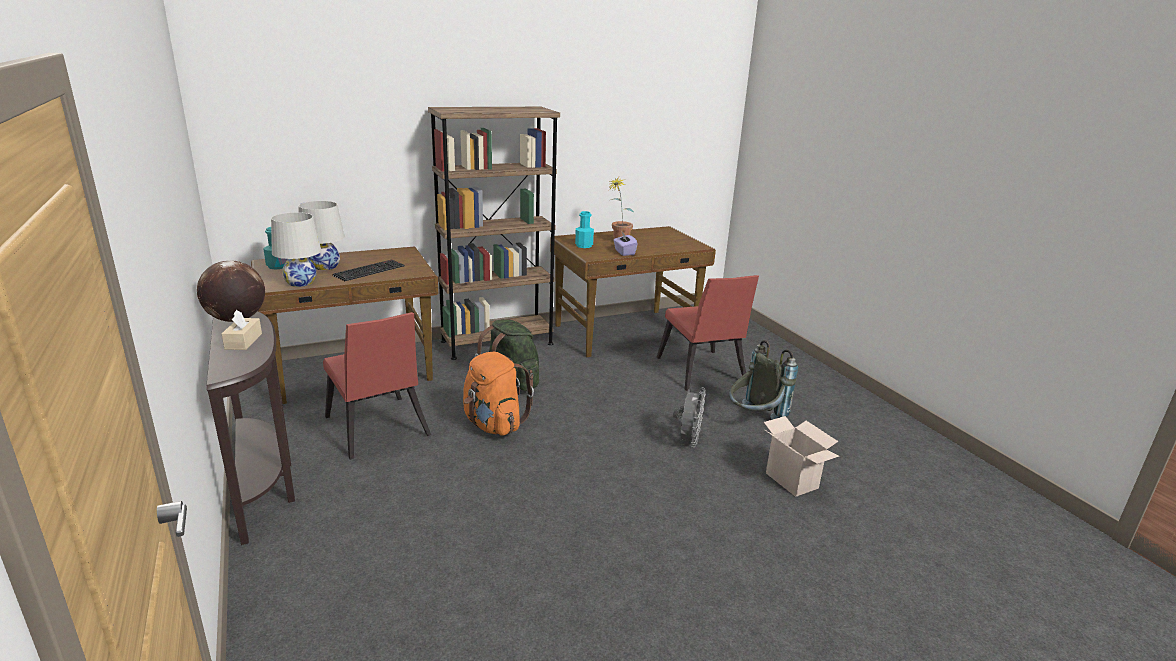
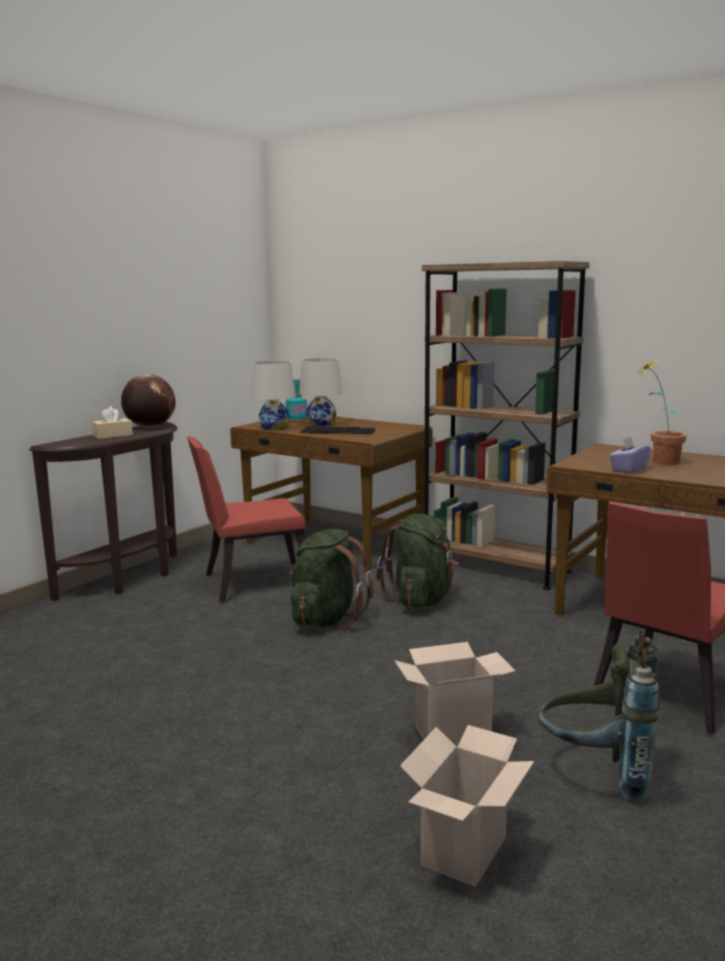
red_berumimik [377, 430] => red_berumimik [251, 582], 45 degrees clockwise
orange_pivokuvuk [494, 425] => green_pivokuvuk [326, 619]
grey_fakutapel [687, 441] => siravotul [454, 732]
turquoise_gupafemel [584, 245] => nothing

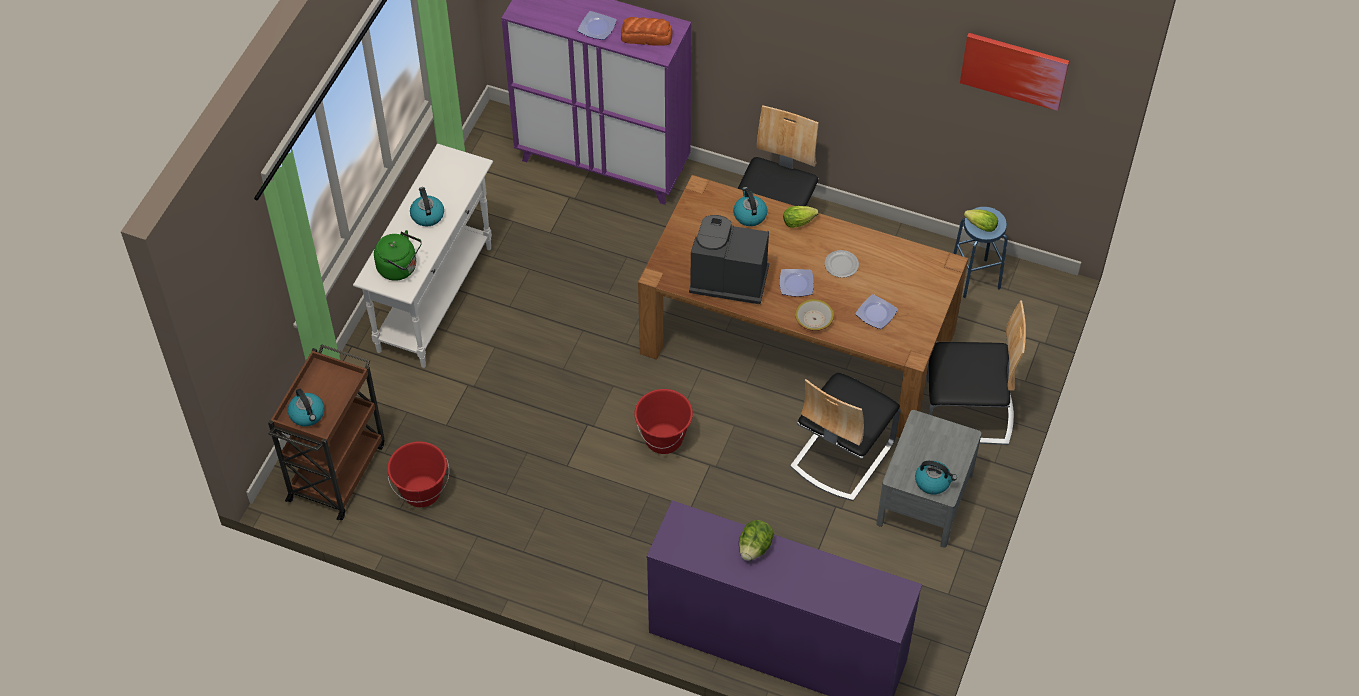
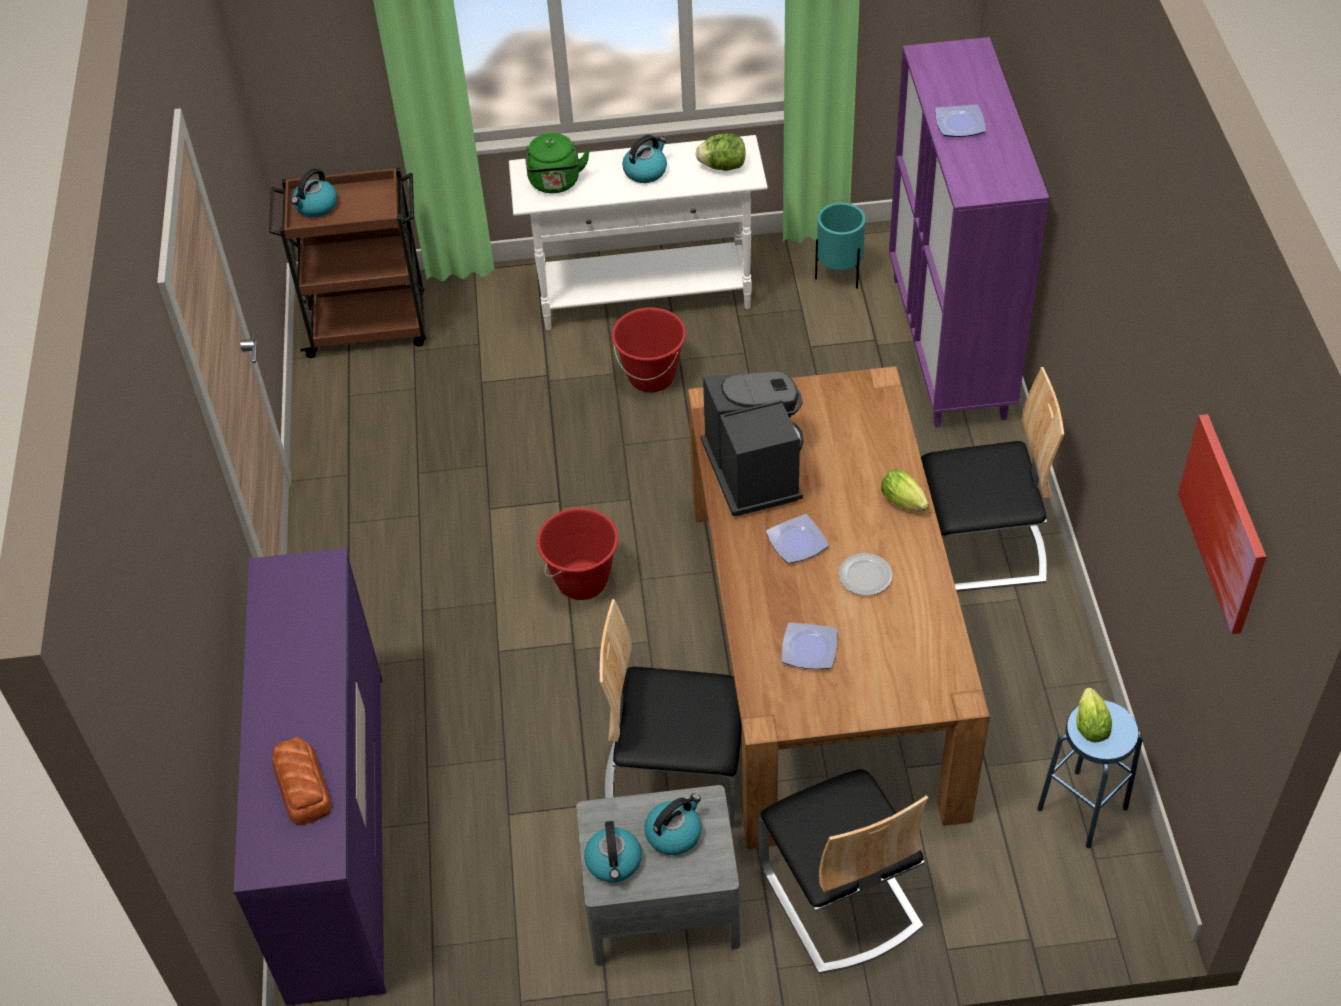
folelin [647, 36] => folelin [302, 787], shifted
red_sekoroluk [422, 492] => red_sekoroluk [652, 376], shifted
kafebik [749, 215] => kafebik [674, 833], shifted
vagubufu [754, 548] => vagubufu [723, 166], shifted
nothing => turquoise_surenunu [839, 276]
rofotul [814, 319] => nothing

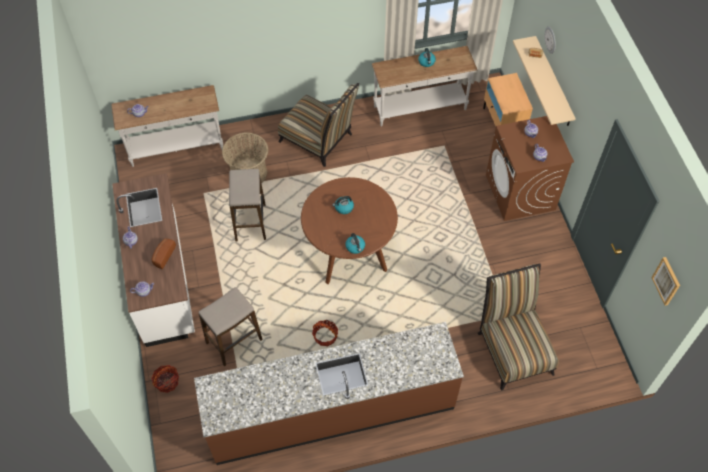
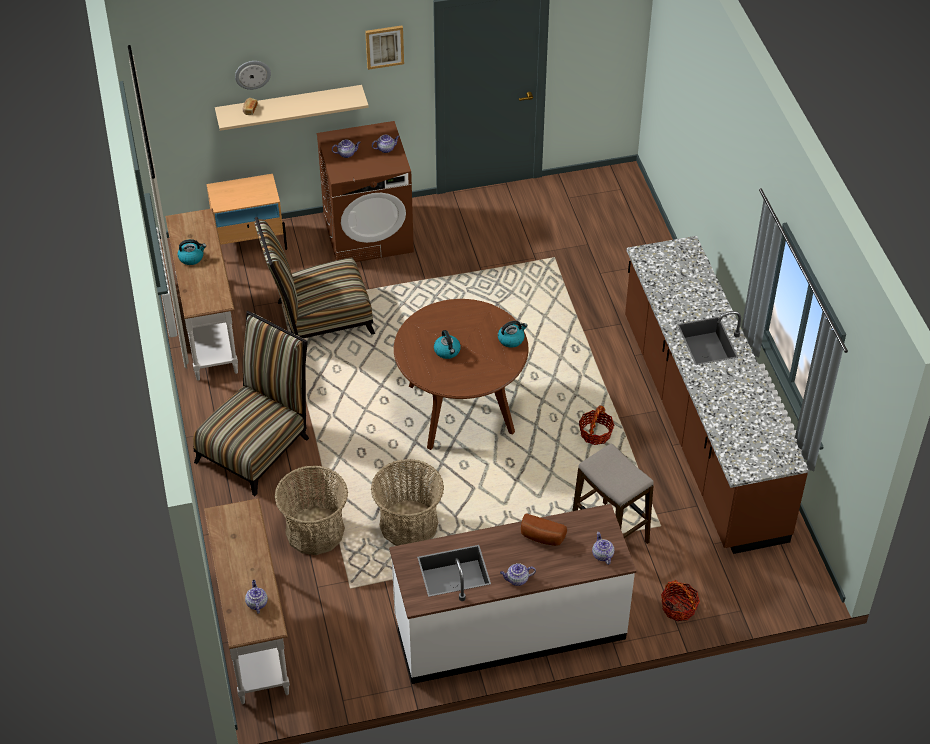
berumimik [513, 348] => berumimik [318, 319], shifted
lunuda [666, 281] => lunuda [384, 46], shifted
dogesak [250, 222] => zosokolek [408, 524]

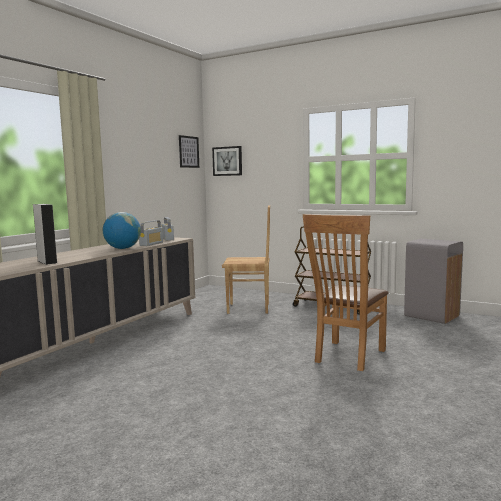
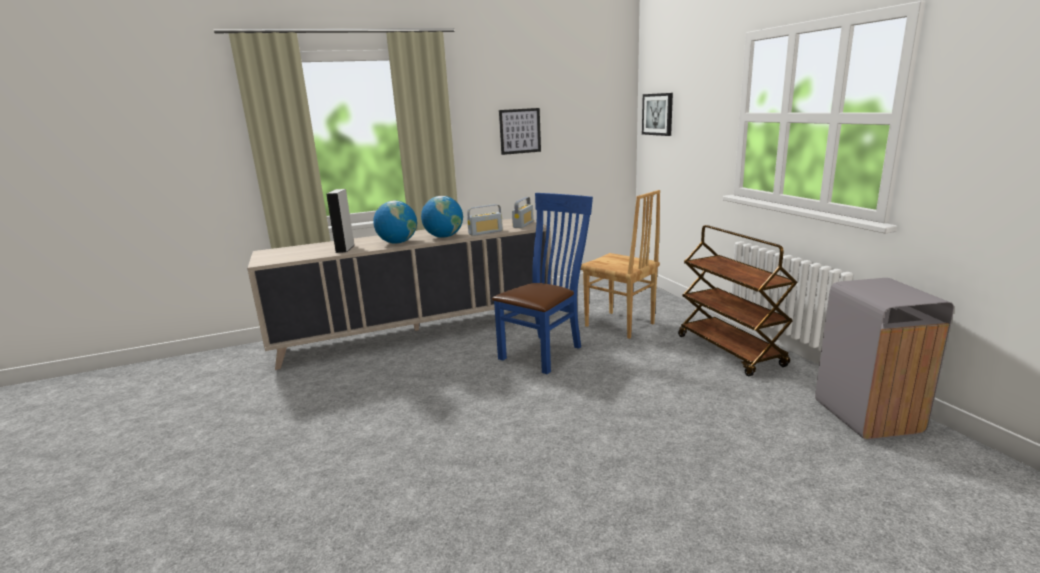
nothing => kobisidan [397, 242]
nothing => blue_berumimik [545, 351]
lunuda [188, 152] => lunuda [520, 131], shifted
brown_berumimik [347, 357] => nothing

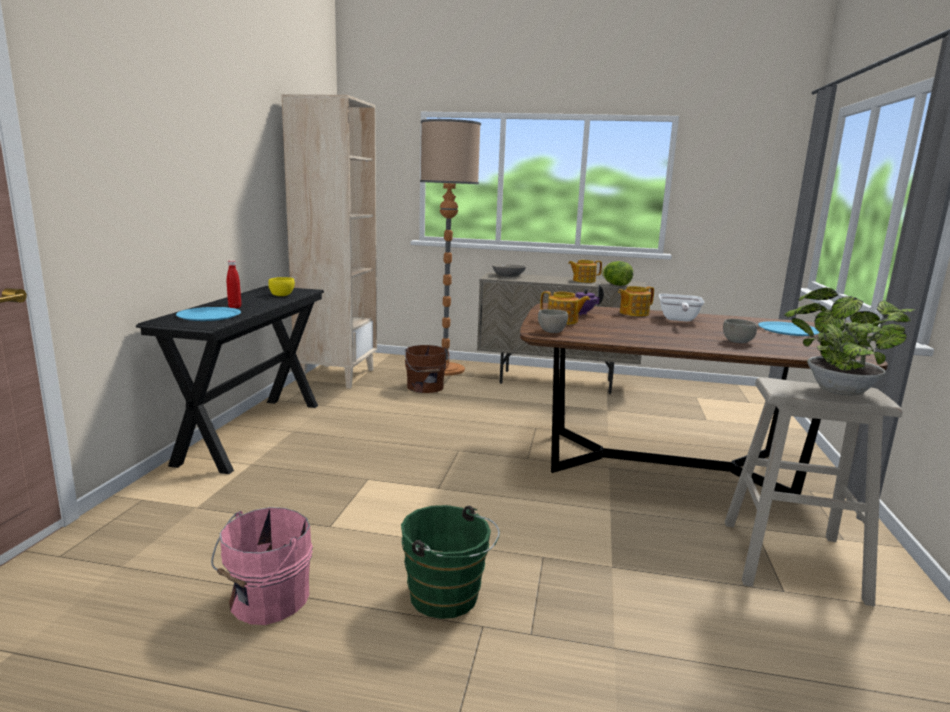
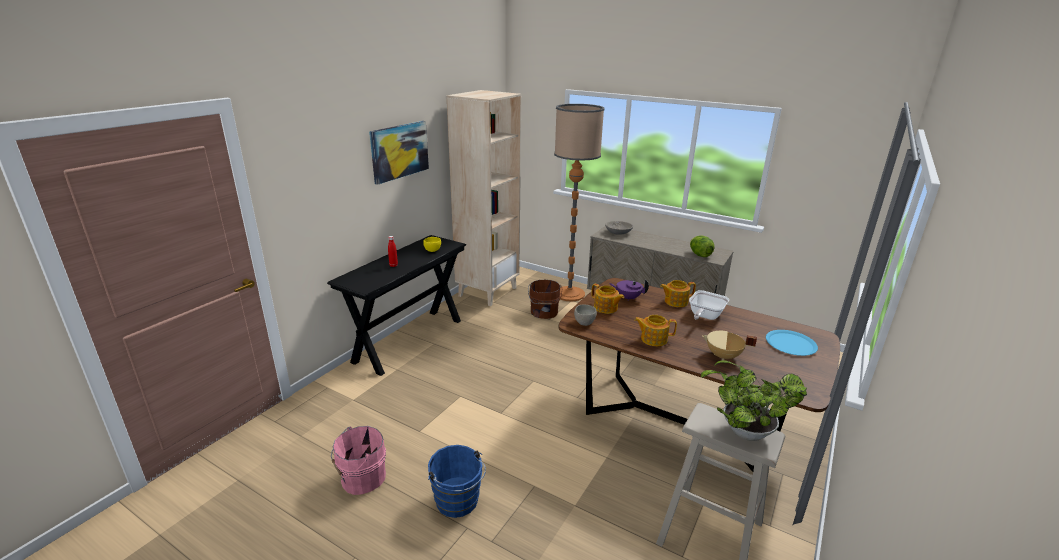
nothing => lunuda [399, 151]
green_sekoroluk [448, 599] => blue_sekoroluk [458, 503]
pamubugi [583, 281] => pamubugi [653, 339], shifted
grey_rofotul [738, 342] => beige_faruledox [723, 356]
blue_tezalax [209, 315] => nothing

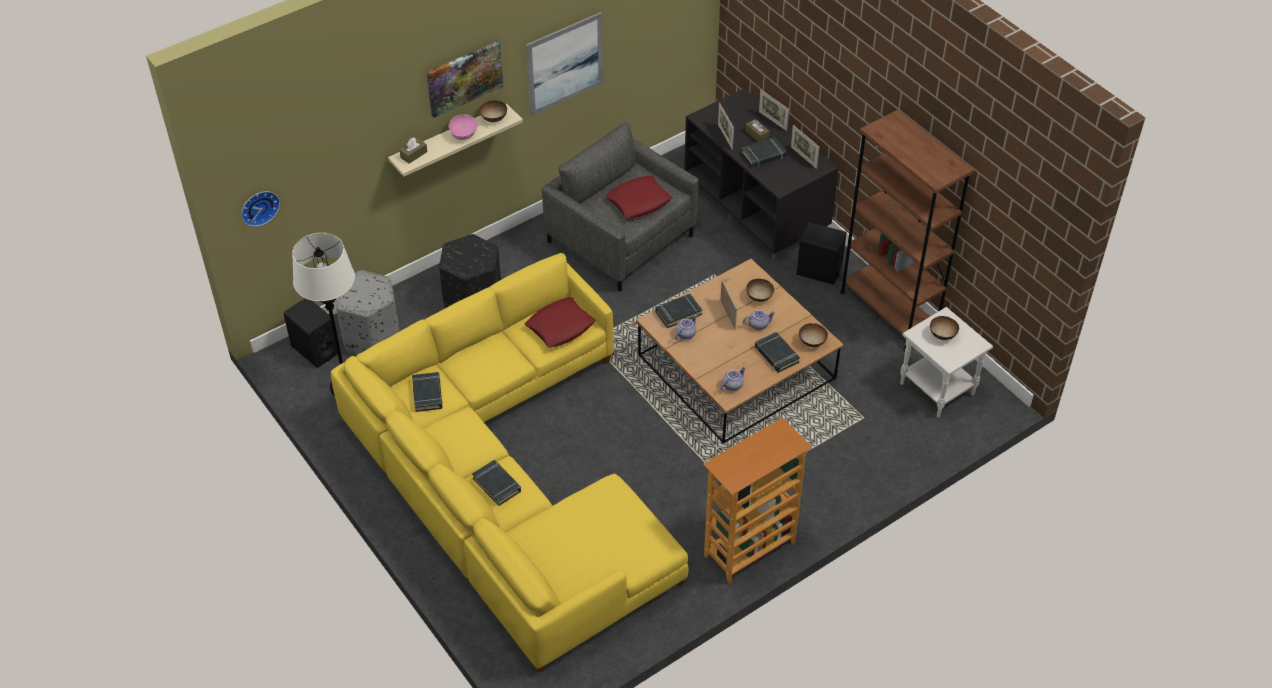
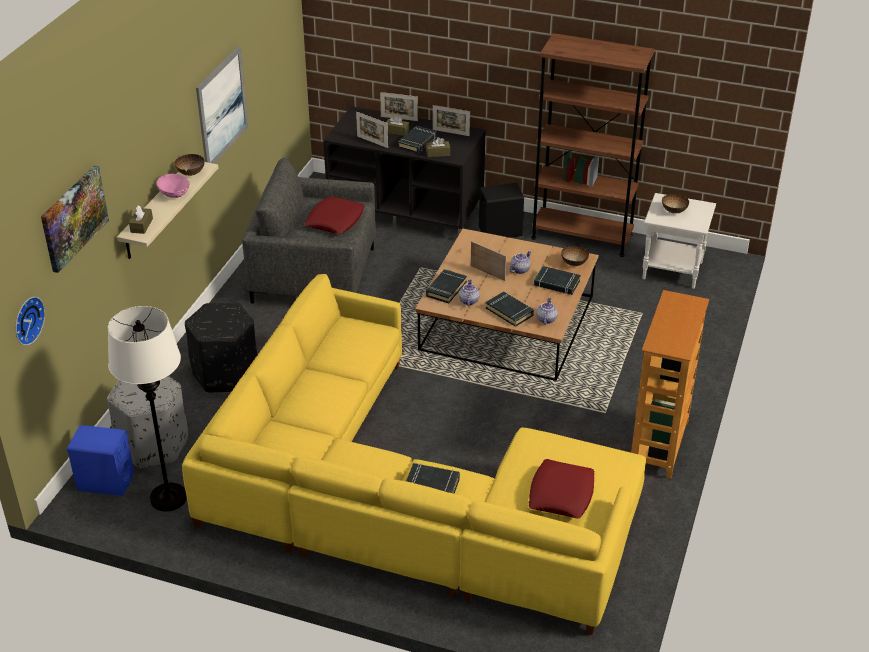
lunuda [464, 78] => lunuda [73, 218], shifted
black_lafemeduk [315, 349] => blue_lafemeduk [105, 482]
nothing => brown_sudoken [438, 153]
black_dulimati [427, 394] => black_dulimati [509, 311], shifted
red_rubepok [560, 326] => red_rubepok [561, 494], shifted
rofotul [759, 297] => nothing

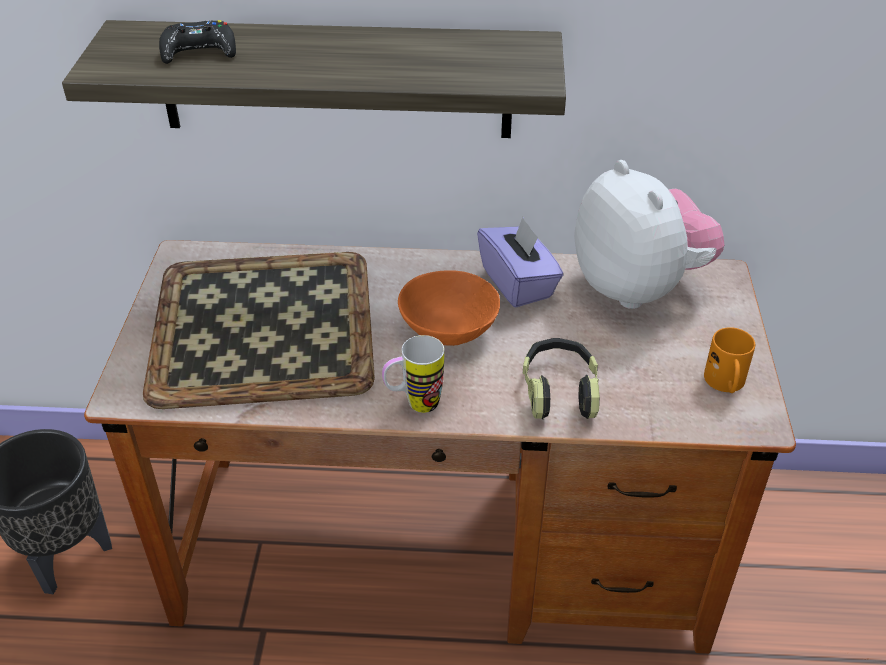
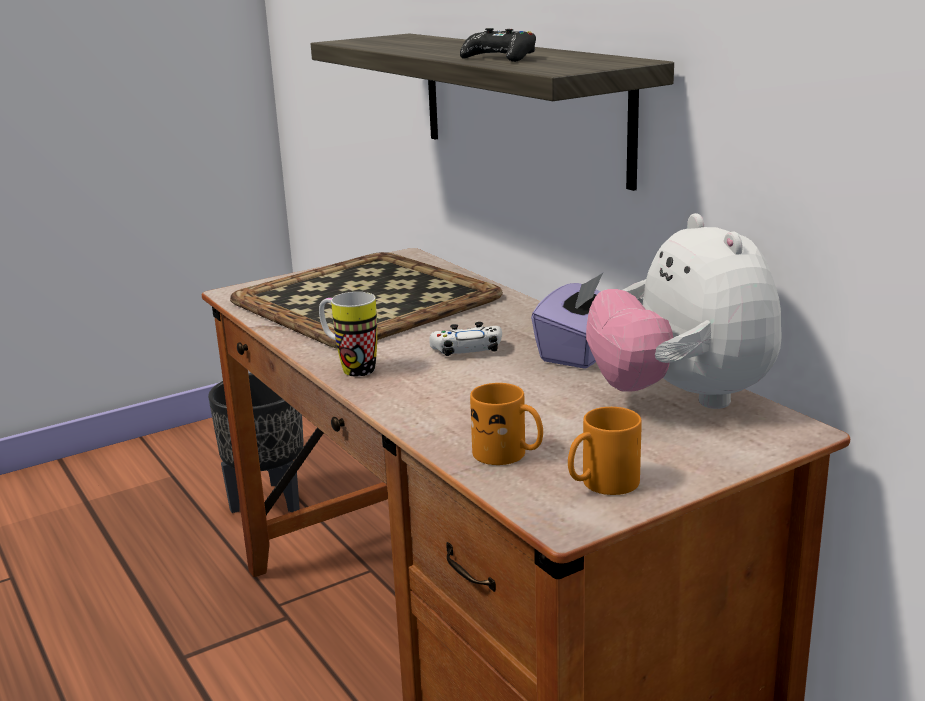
orange_rofotul [449, 330] => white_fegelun [467, 350]
black_fegelun [199, 52] => black_fegelun [500, 58], shifted
nothing => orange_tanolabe [509, 455]
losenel [638, 287] => losenel [681, 399], 135 degrees clockwise
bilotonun [559, 390] => nothing

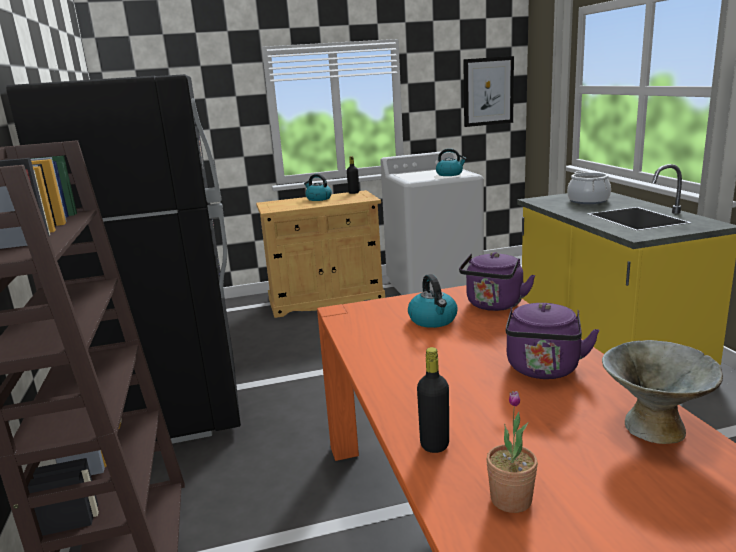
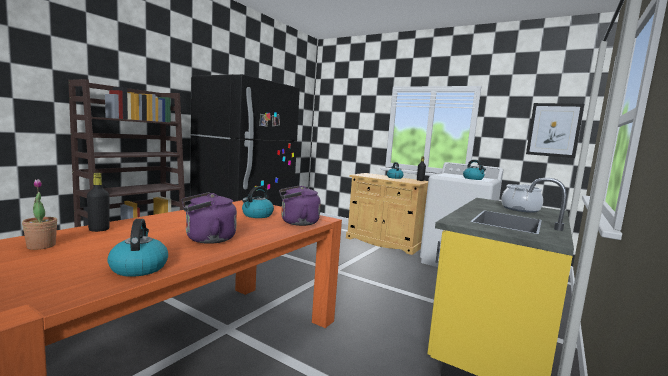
grey_rofotul [654, 427] => kafebik [139, 268]

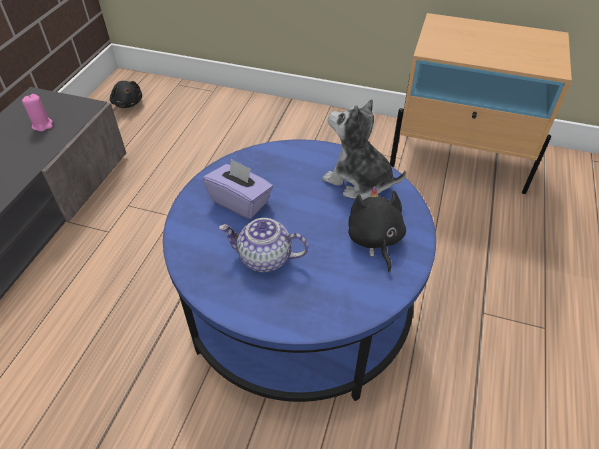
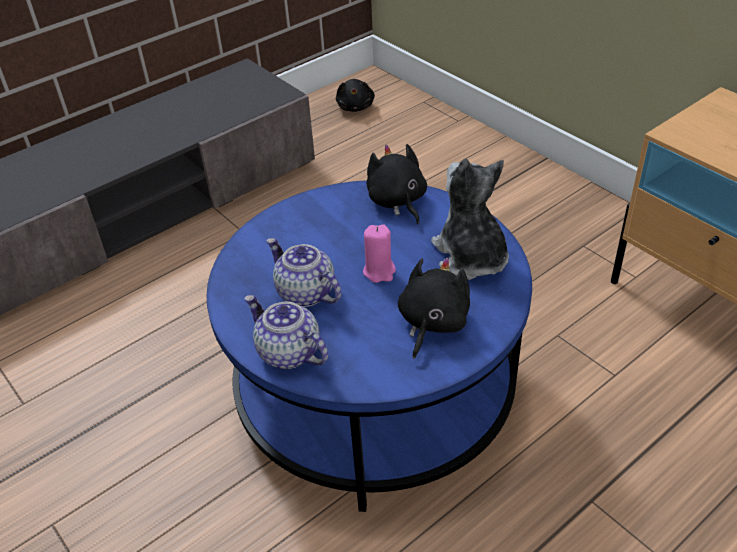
nothing => pamubugi [288, 352]
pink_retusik [42, 125] => pink_retusik [379, 271], shifted
nothing => black_losenel [397, 201]
purple_sudoken [240, 201] => nothing

